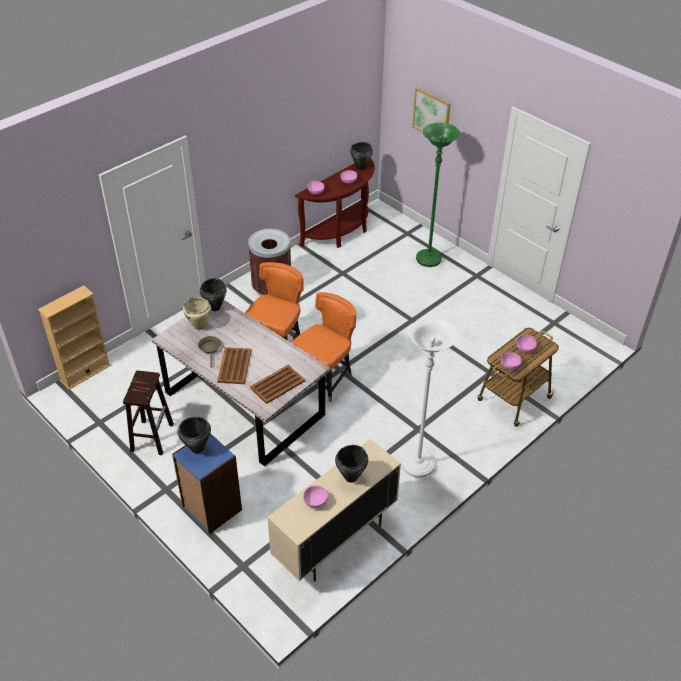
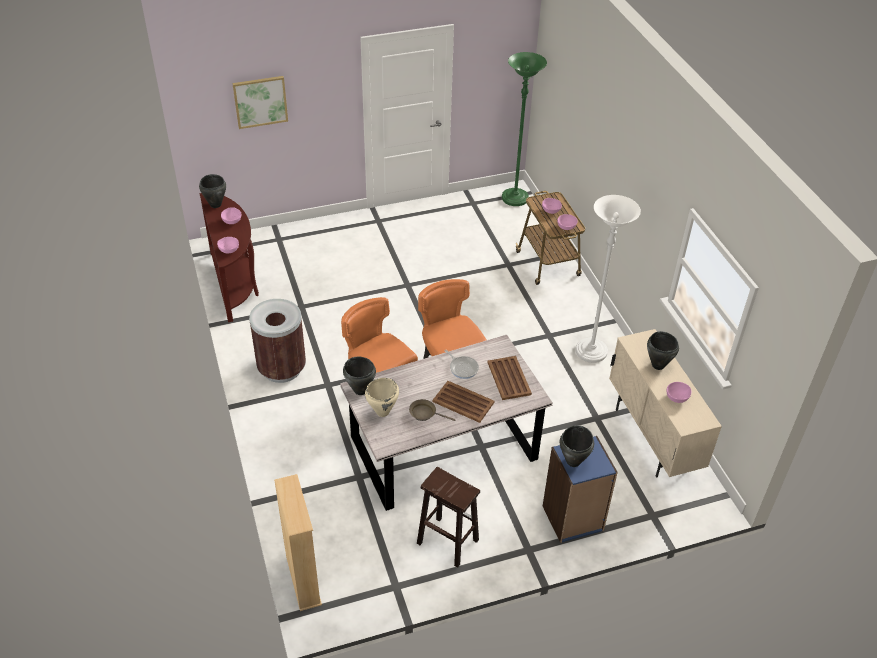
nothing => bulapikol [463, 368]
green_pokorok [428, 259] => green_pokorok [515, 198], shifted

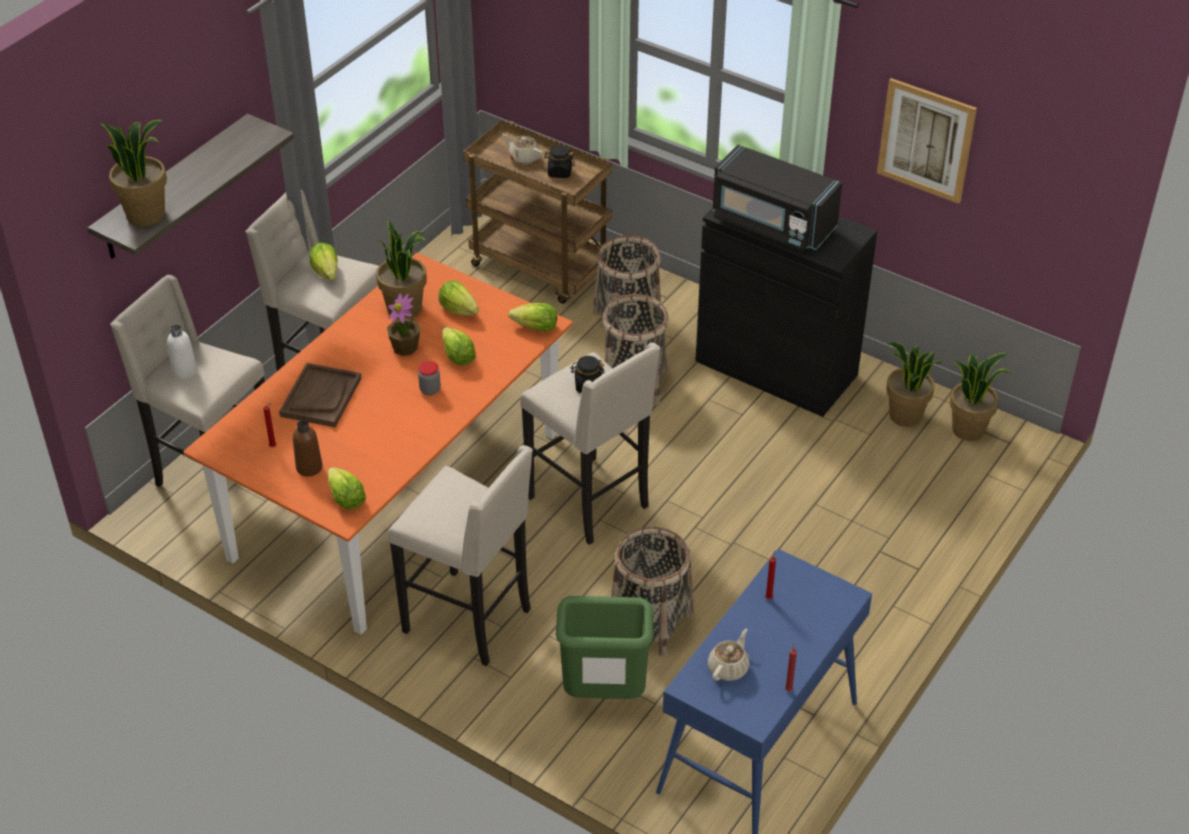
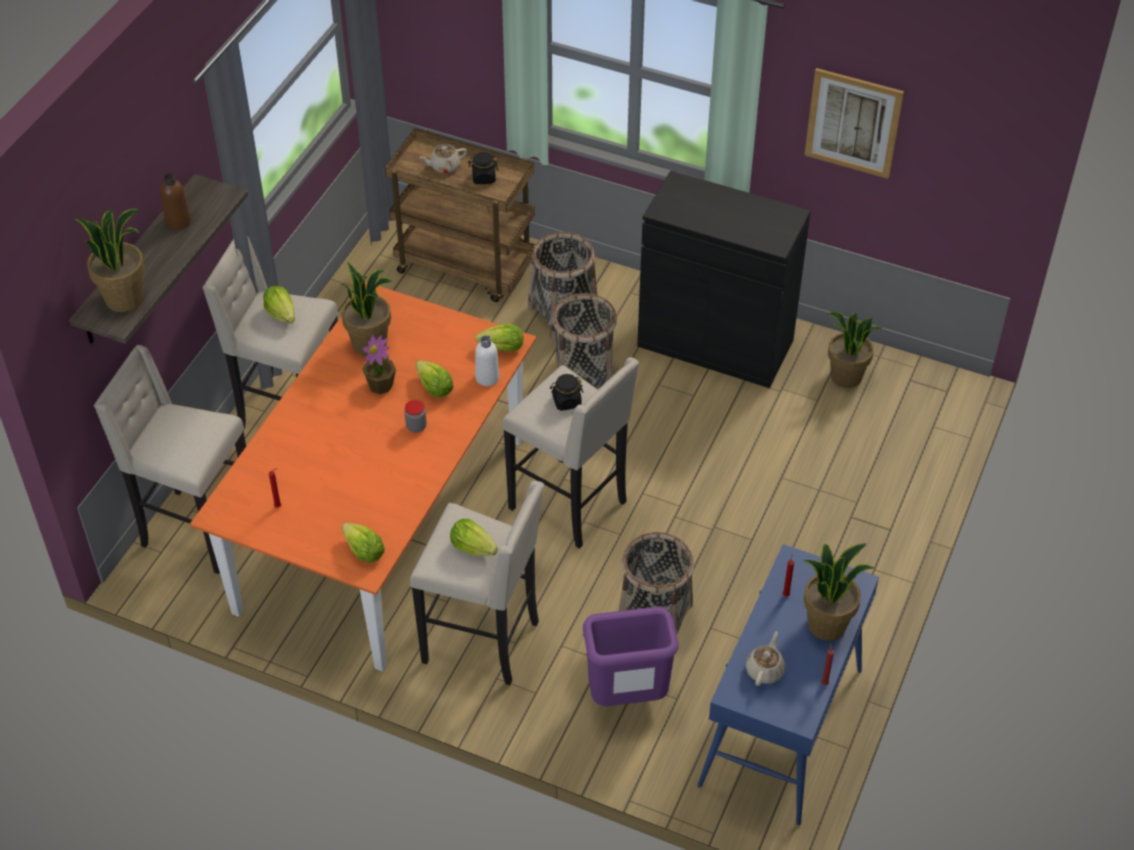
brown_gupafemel [309, 467] => brown_gupafemel [178, 221], shifted
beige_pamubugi [523, 157] => beige_pamubugi [444, 166], 45 degrees counterclockwise
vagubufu [459, 309] => vagubufu [473, 547], shifted
white_gupafemel [184, 371] => white_gupafemel [487, 378], shifted
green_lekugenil [603, 696] => purple_lekugenil [627, 698]
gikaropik [968, 429] => gikaropik [827, 624], shifted
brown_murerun [321, 397] => nothing
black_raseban [772, 224] => nothing

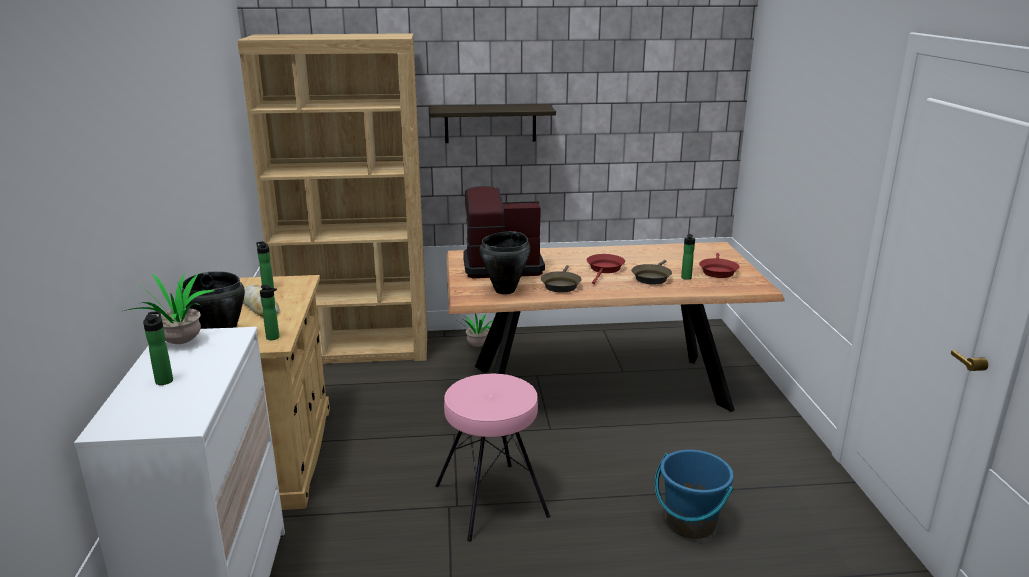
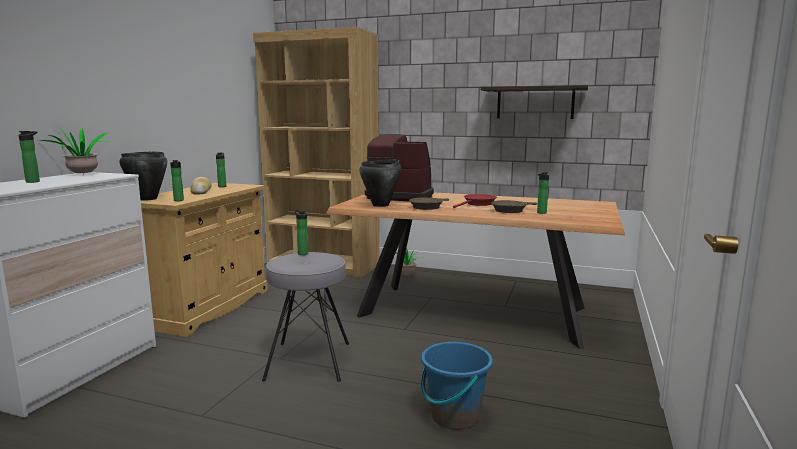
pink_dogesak [492, 500] => grey_dogesak [309, 361]
nothing => gupafemel [302, 253]
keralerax [490, 123] => keralerax [535, 103], shifted
red_bulapikol [717, 271] => nothing

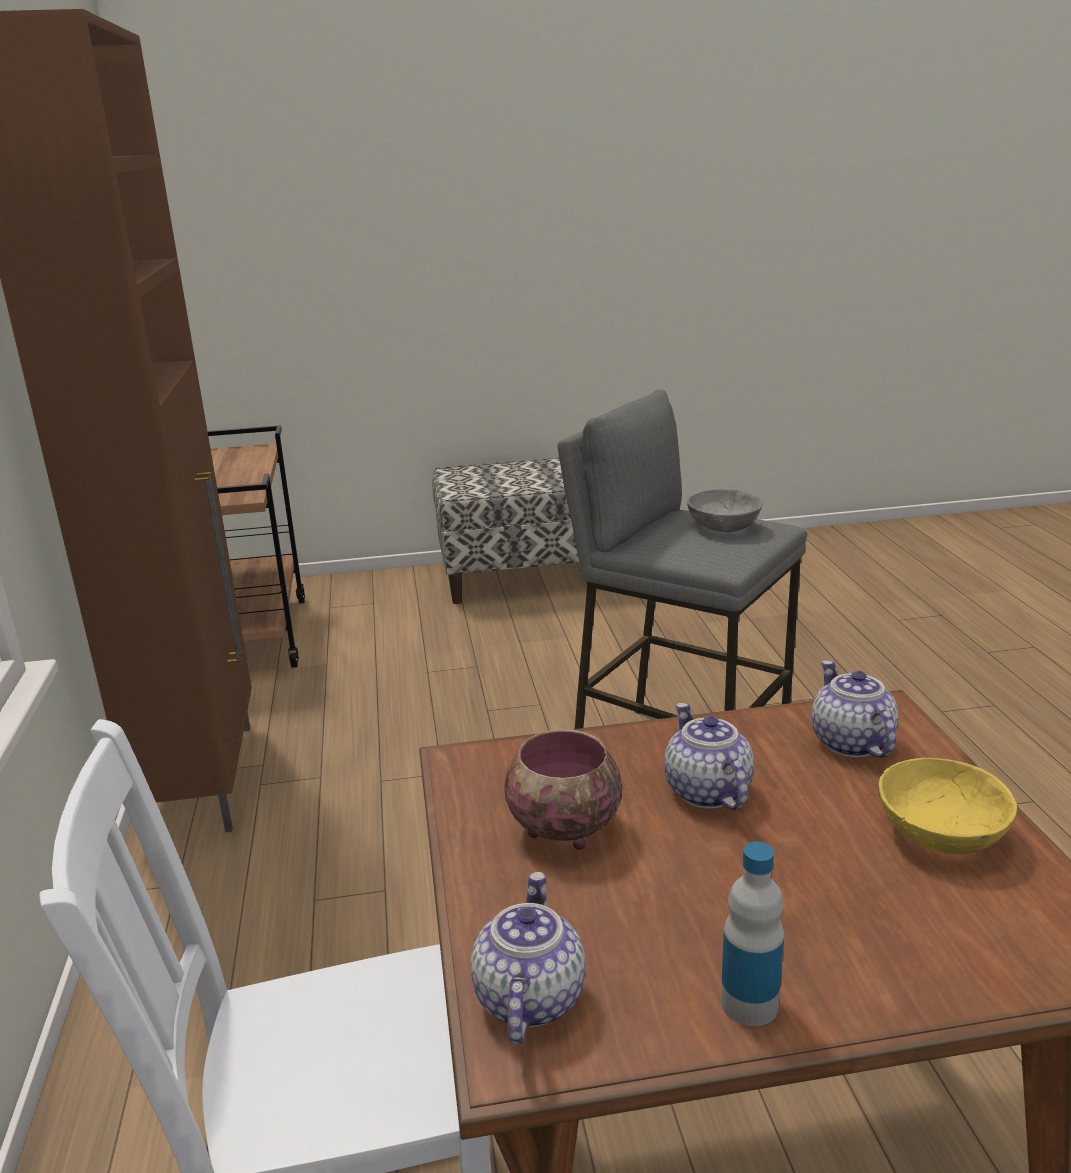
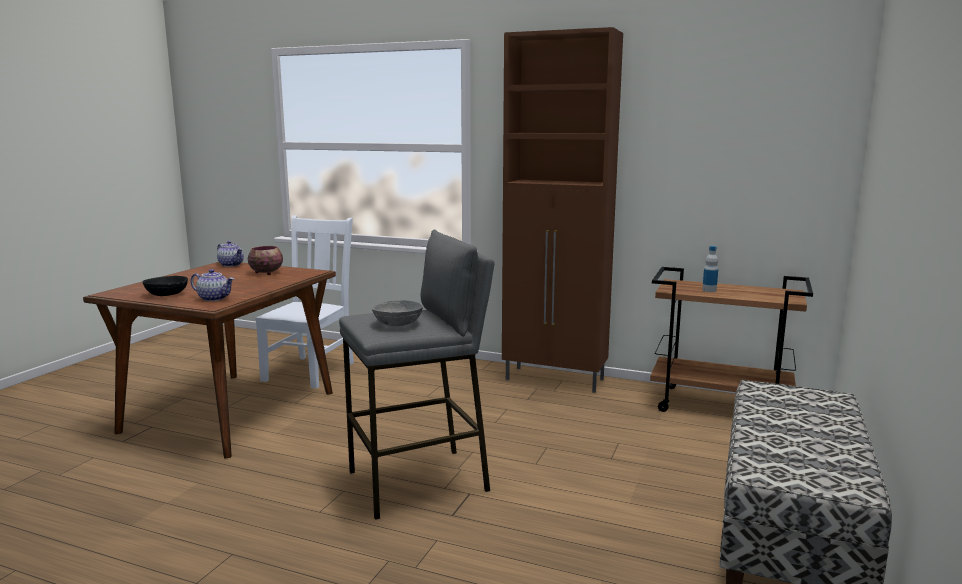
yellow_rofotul [940, 831] => black_rofotul [167, 294]
gupafemel [749, 1003] => gupafemel [709, 290], shifted
pamubugi [705, 791] => nothing

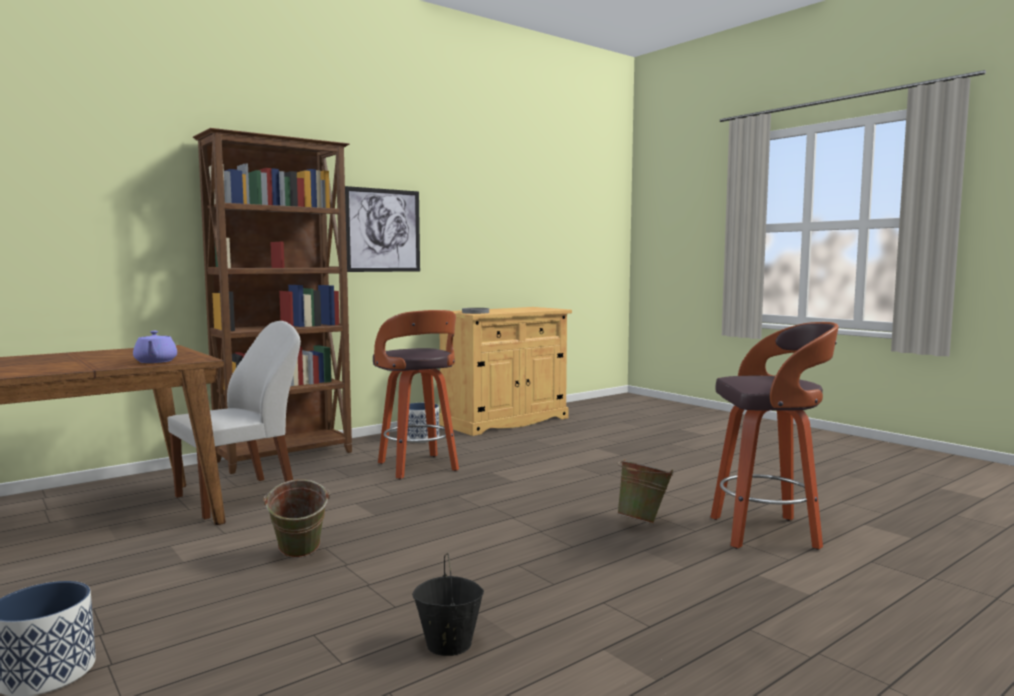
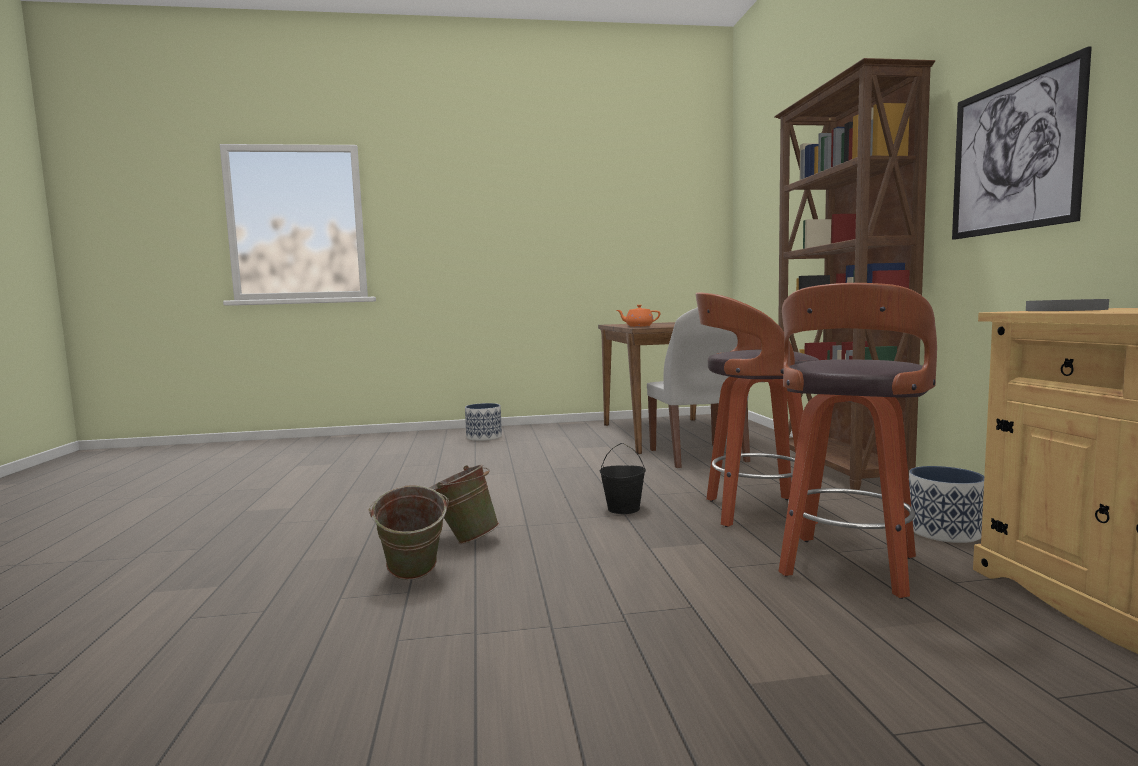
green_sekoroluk [298, 556] => green_sekoroluk [463, 540], shifted
black_sekoroluk [448, 644] => black_sekoroluk [623, 509], shifted
purple_pamubugi [155, 362] => orange_pamubugi [638, 326]
dogesak [767, 533] => dogesak [848, 568], shifted

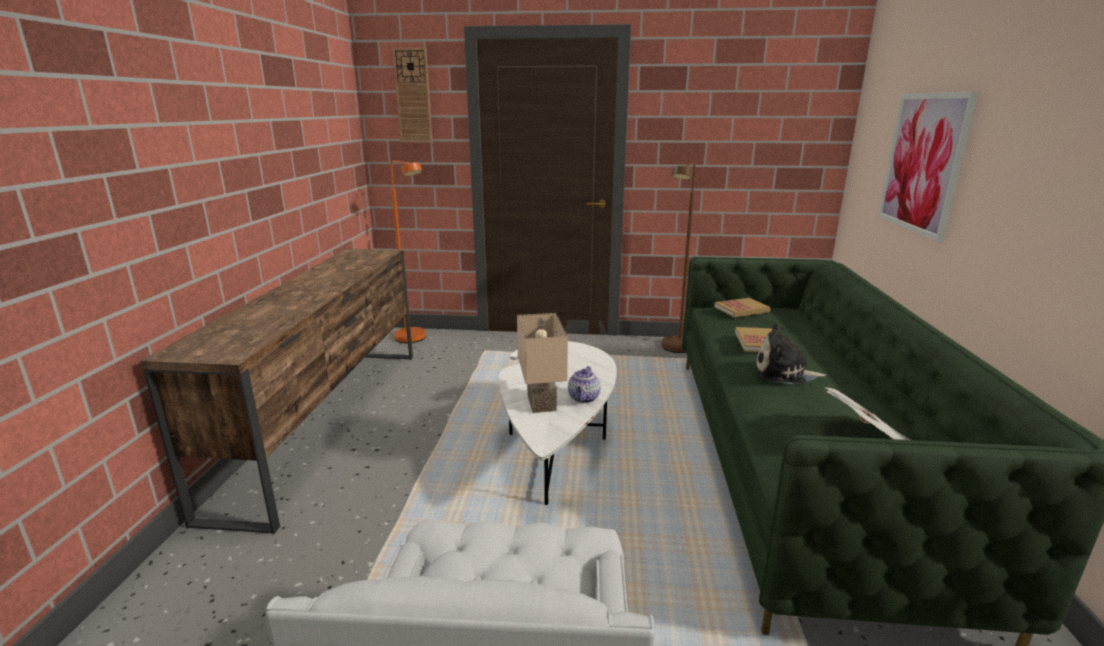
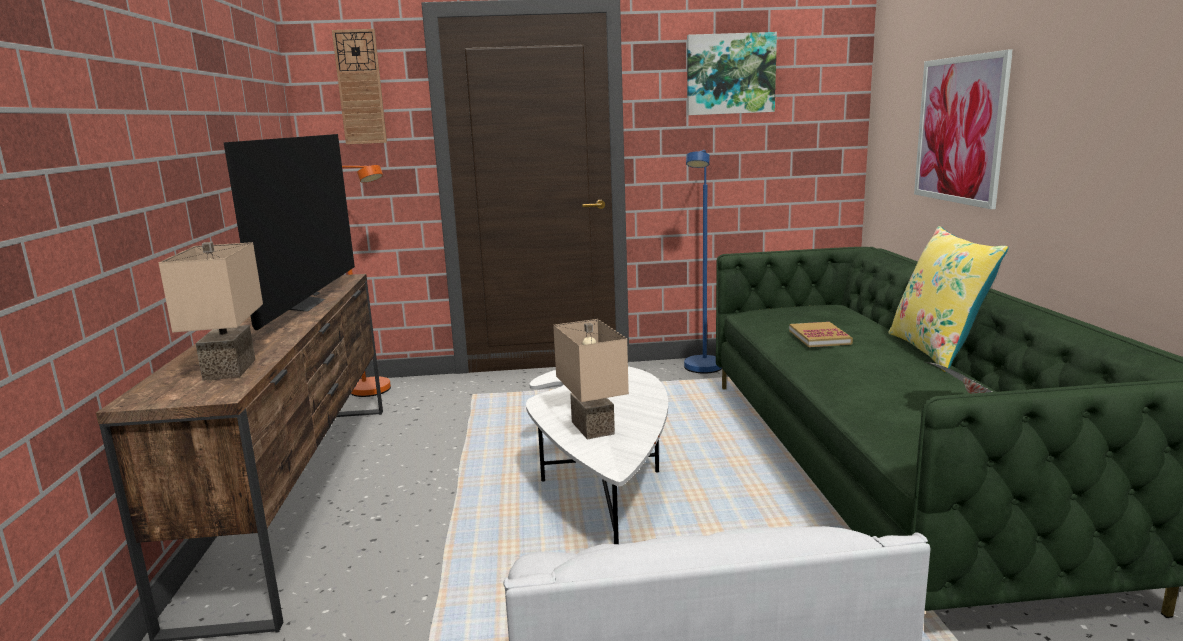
nothing => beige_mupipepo [233, 369]
nothing => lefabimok [300, 305]
brown_pokorok [675, 350] => blue_pokorok [702, 370]
nothing => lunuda [730, 74]
nothing => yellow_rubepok [937, 351]
pamubugi [584, 398] => nothing
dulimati [741, 309] => nothing
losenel [784, 373] => nothing

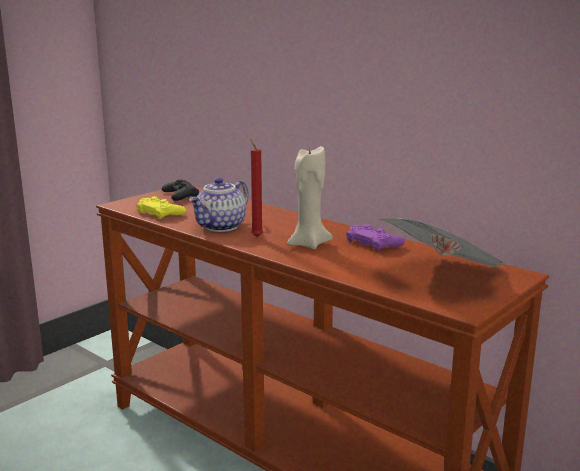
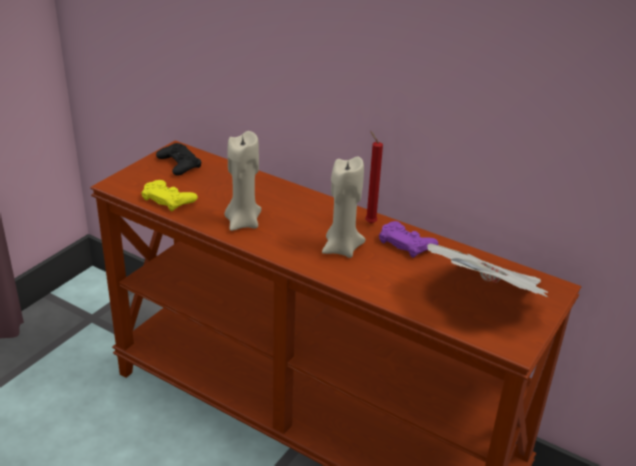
pamubugi [221, 227] => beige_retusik [243, 222]
red_retusik [256, 236] => red_retusik [369, 222], shifted

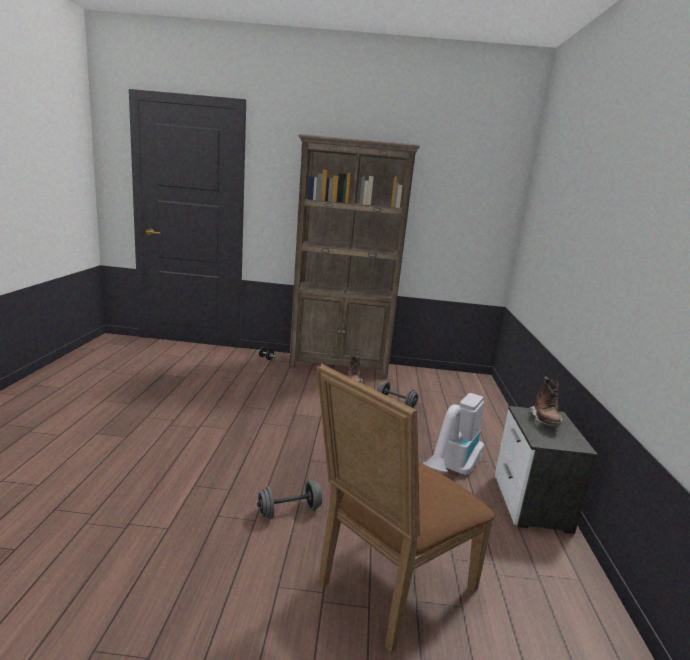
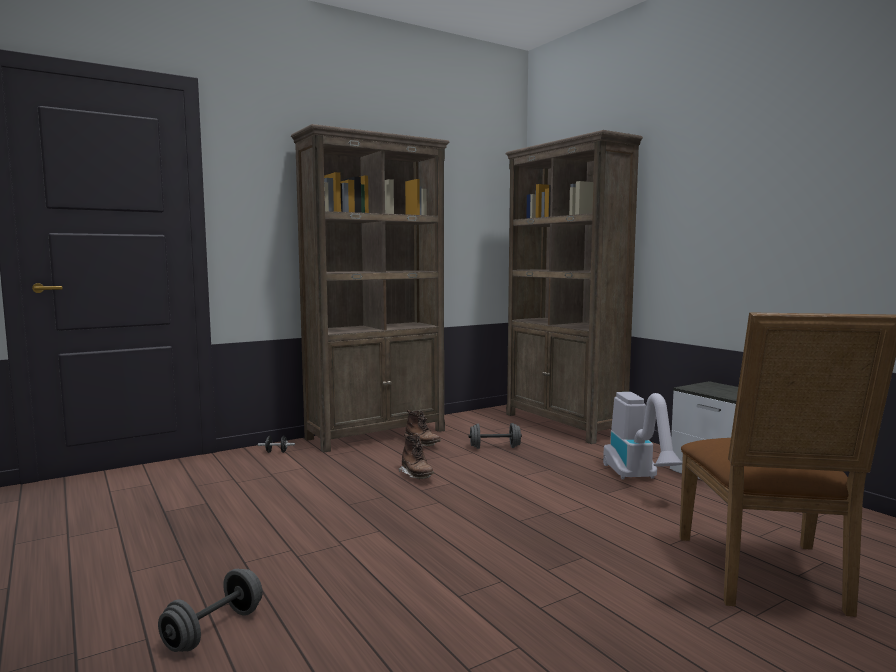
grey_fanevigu [289, 511] => grey_fanevigu [214, 630], shifted
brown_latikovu [545, 420] => brown_latikovu [417, 476], shifted
nothing => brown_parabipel [563, 424]

